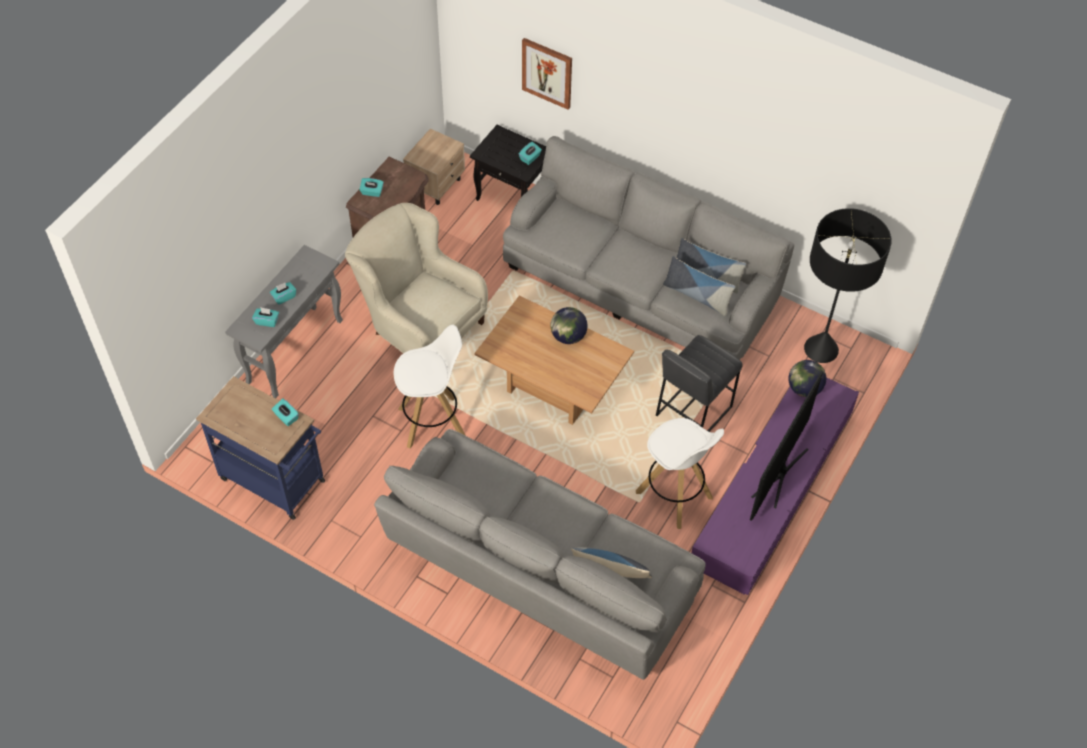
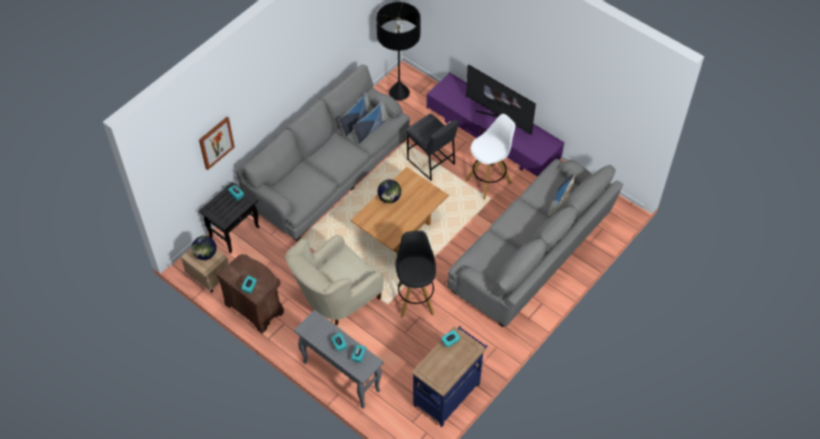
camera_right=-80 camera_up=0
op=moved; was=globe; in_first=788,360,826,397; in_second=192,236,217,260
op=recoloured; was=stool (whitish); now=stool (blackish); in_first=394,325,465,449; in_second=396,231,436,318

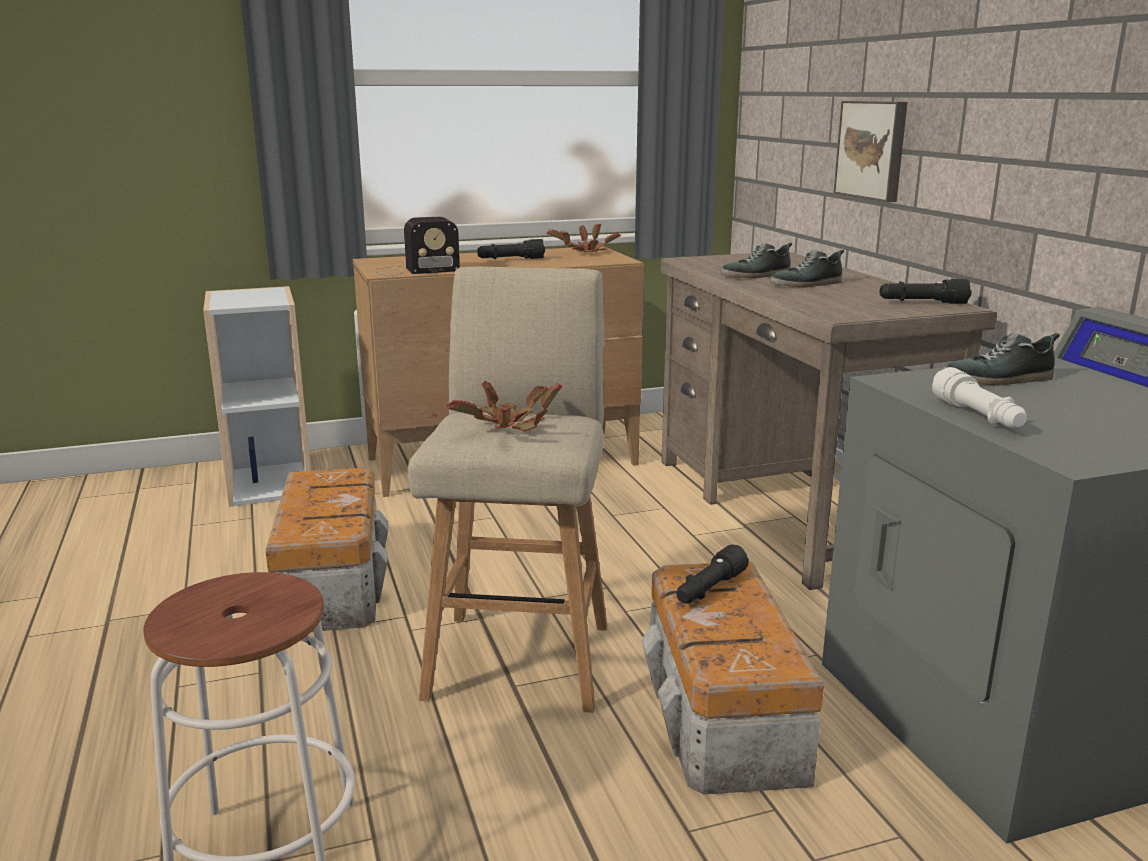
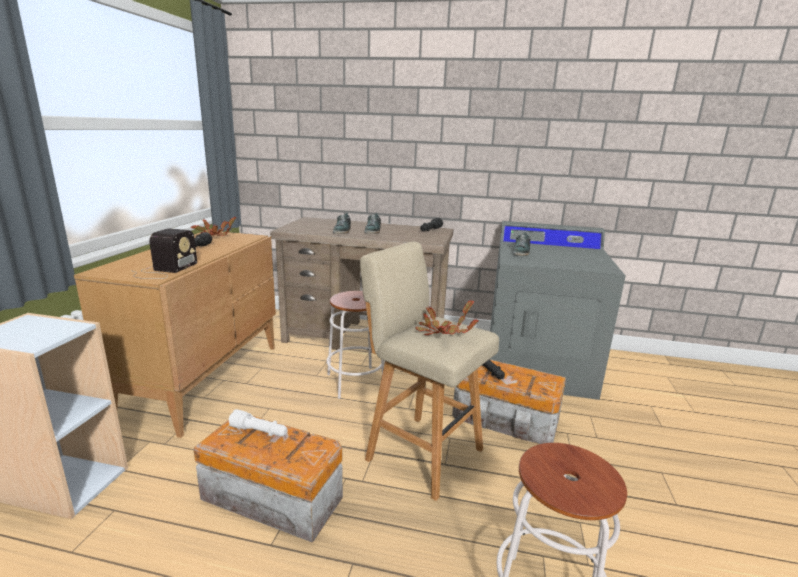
camera_right=-60 camera_up=0
op=removed; was=picture; in_first=834,101,907,202
op=added; now=stool (whitish); in_second=326,291,385,399
op=moved; was=flashlight (whitish); in_first=932,367,1027,429; in_second=229,409,288,436

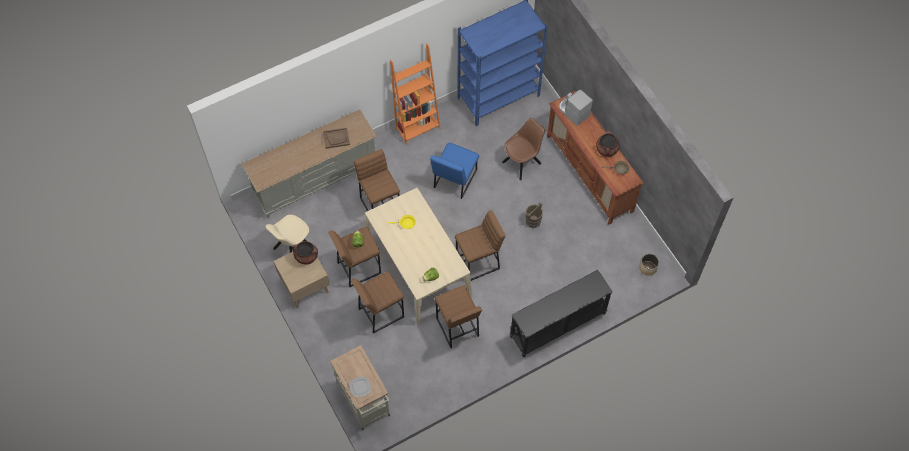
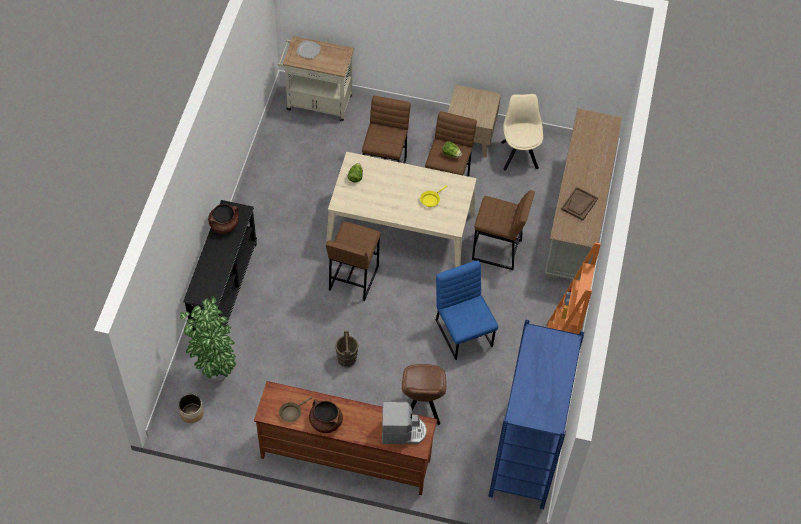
camera_right=130 camera_up=-5
op=removed; was=stool (brownish); in_first=435,286,482,348
op=added; now=houseplant; in_second=180,296,236,383
op=moved; was=stockpot (brownish); in_first=292,241,318,264; in_second=208,204,239,233

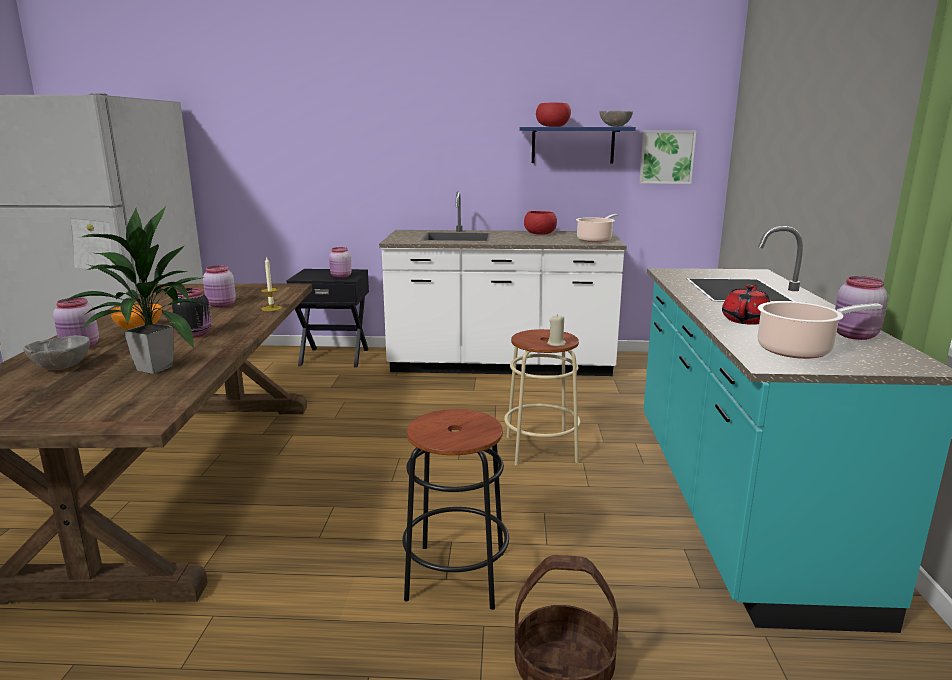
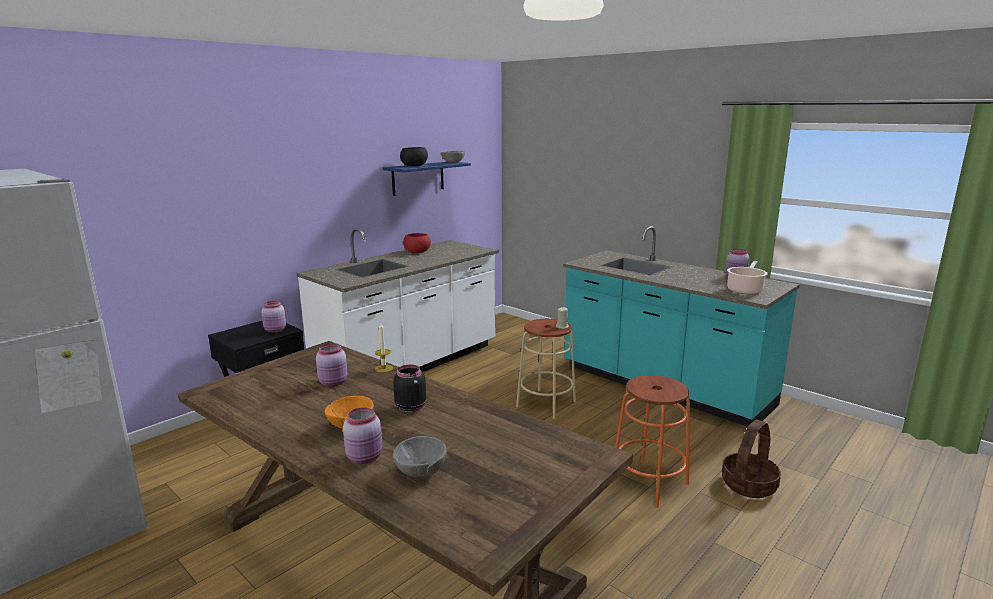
camera_right=-50 camera_up=0
op=removed; was=houseplant; in_first=63,206,205,374
op=removed; was=stockpot; in_first=576,214,618,242
op=removed; was=picture; in_first=639,131,696,184
op=removed; was=tea pot (red); in_first=722,285,770,325
op=recoloured; was=stool (blackish); now=stool (orange-coloured); in_first=402,409,509,610; in_second=612,375,690,508
op=recoloured; was=deep dish (red); now=deep dish (blackish); in_first=536,103,571,127; in_second=400,147,428,166

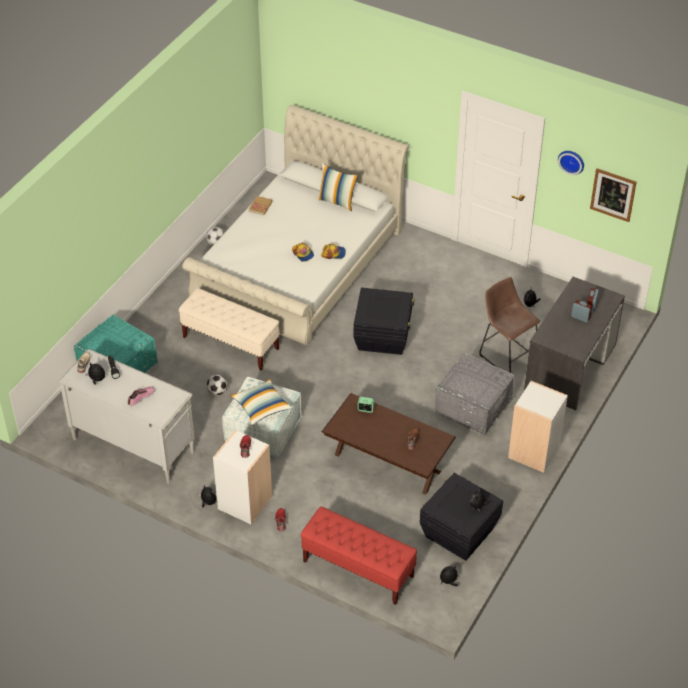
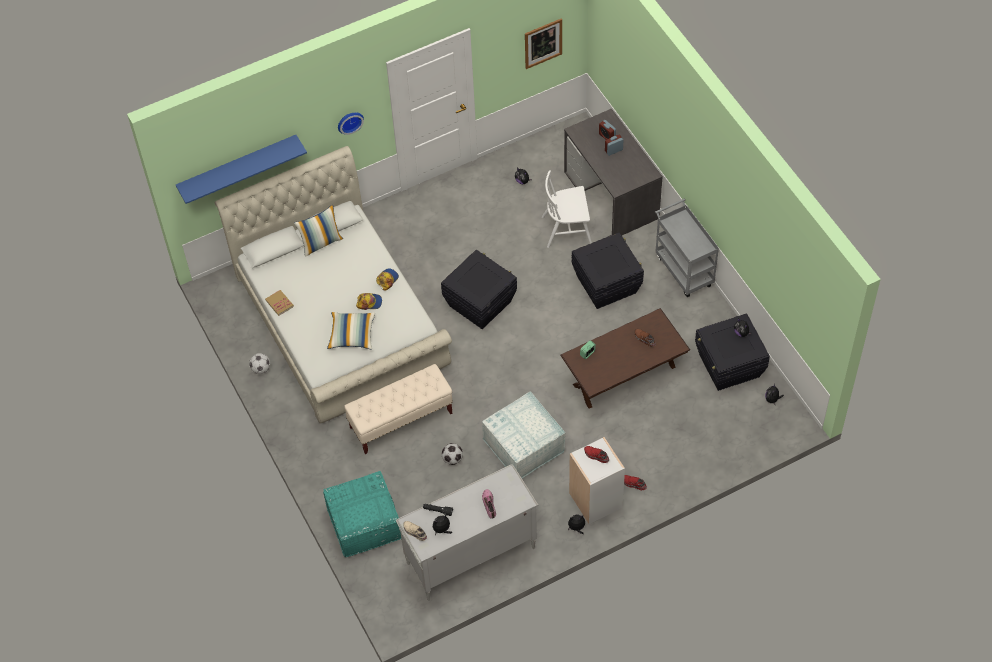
camera_right=-55 camera_up=10
op=removed; was=bench (red); in_first=301,506,417,605
op=added; now=bracket shelf (blue-coloured); in_second=176,135,307,204
op=moved; was=pillow; in_first=230,379,292,425; in_second=327,312,375,349
op=moved; was=hanging clock; in_first=558,151,584,175; in_second=338,113,364,135
op=replaced; was=pouffe (greyish); now=storage container (blackish); in_first=435,353,515,436; in_second=572,233,644,309
op=replaced; was=stool (brownish); now=plain chair (whitish); in_first=479,277,540,373; in_second=542,170,592,248
op=replaced; was=bookshelf; now=cart (greyish); in_first=508,381,568,473; in_second=655,198,719,297

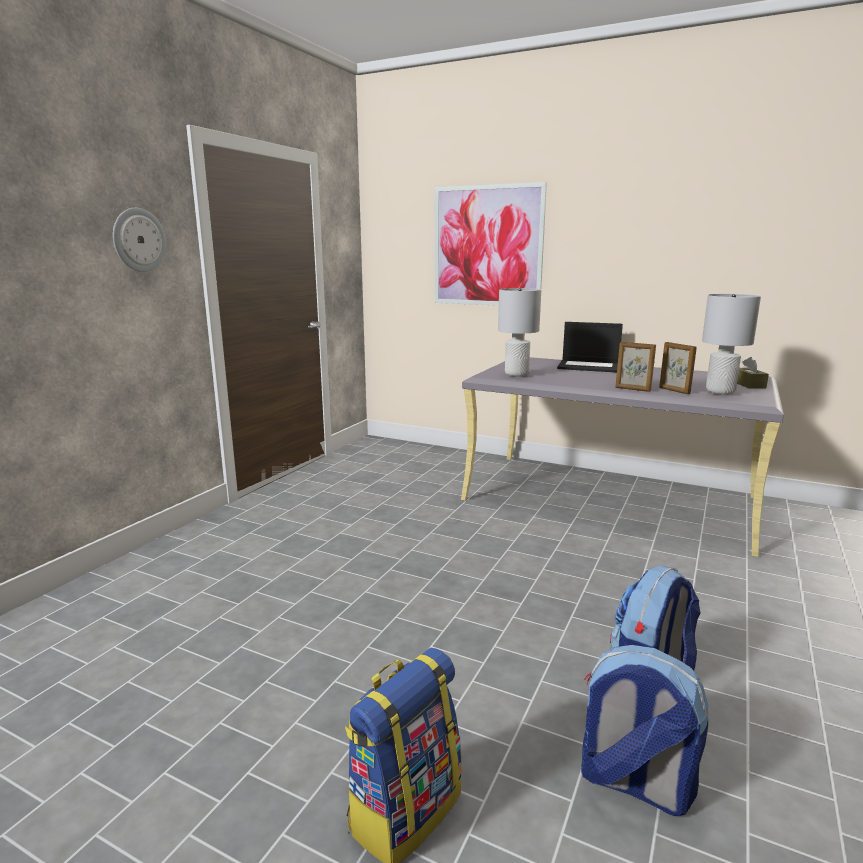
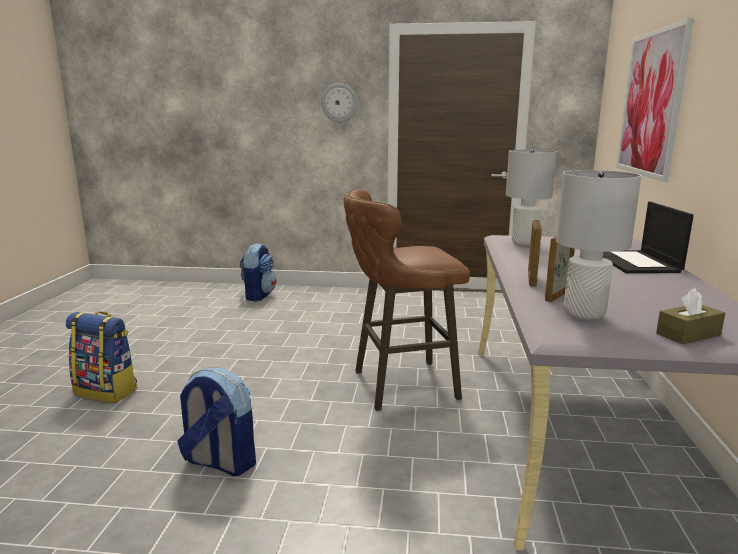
camera_right=70 camera_up=0
op=added; now=stool (brownish); in_second=344,188,470,411
op=moved; was=rucksack; in_first=581,645,708,816; in_second=240,243,277,301

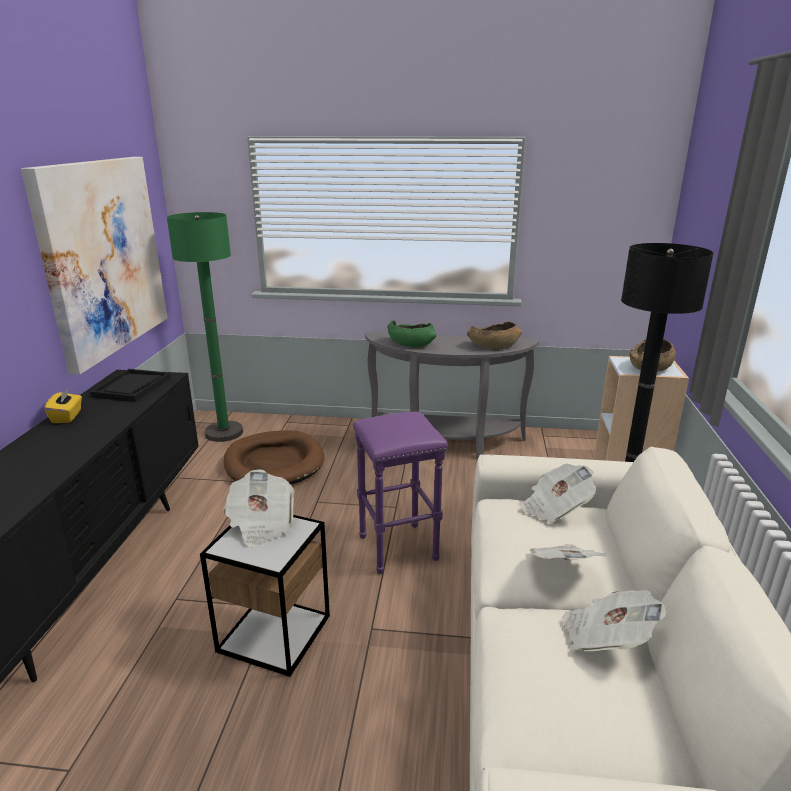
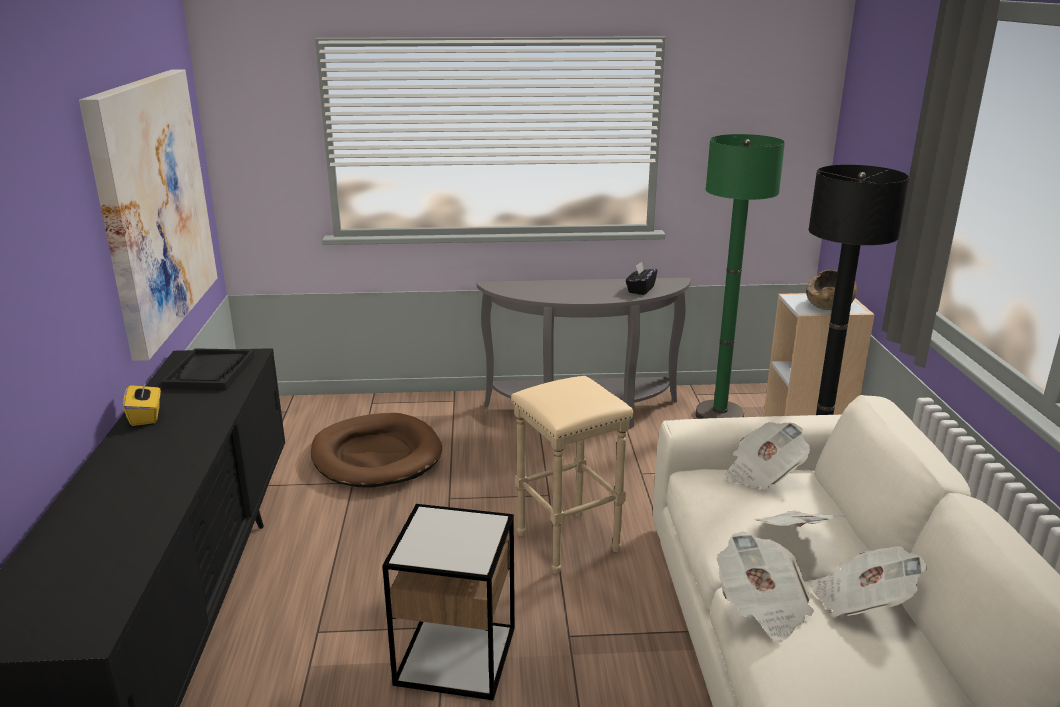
camera_right=-10 camera_up=0
op=removed; was=deep dish (greenish); in_first=387,320,436,347
op=moved; was=floor lamp (greenish); in_first=167,212,243,442; in_second=695,134,785,419
op=moved; was=newspaper; in_first=224,469,294,547; in_second=717,532,814,642
op=replaced; was=deep dish (brownish); now=tissue holder (blackish); in_first=467,321,522,349; in_second=626,262,657,295
op=recoloured; was=stool (purplish); now=stool (sand-coloured); in_first=353,412,448,574; in_second=511,376,633,574

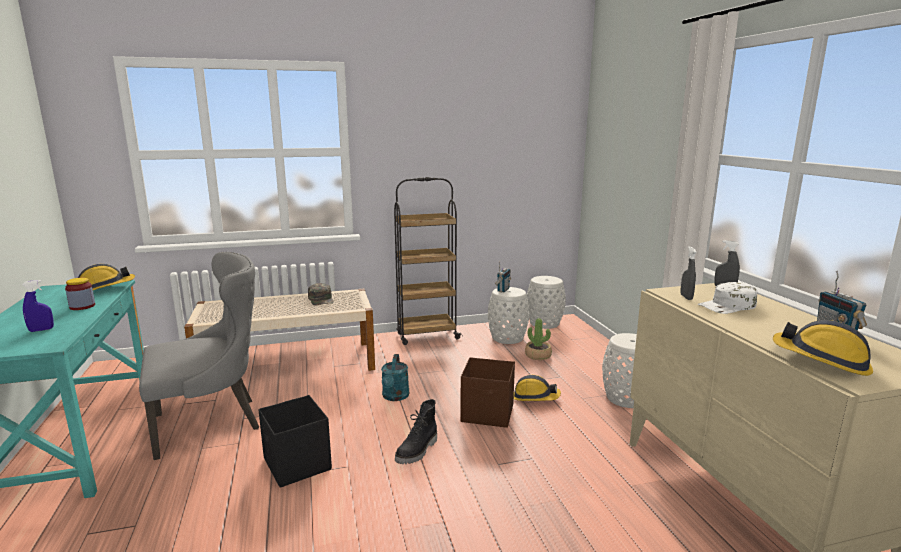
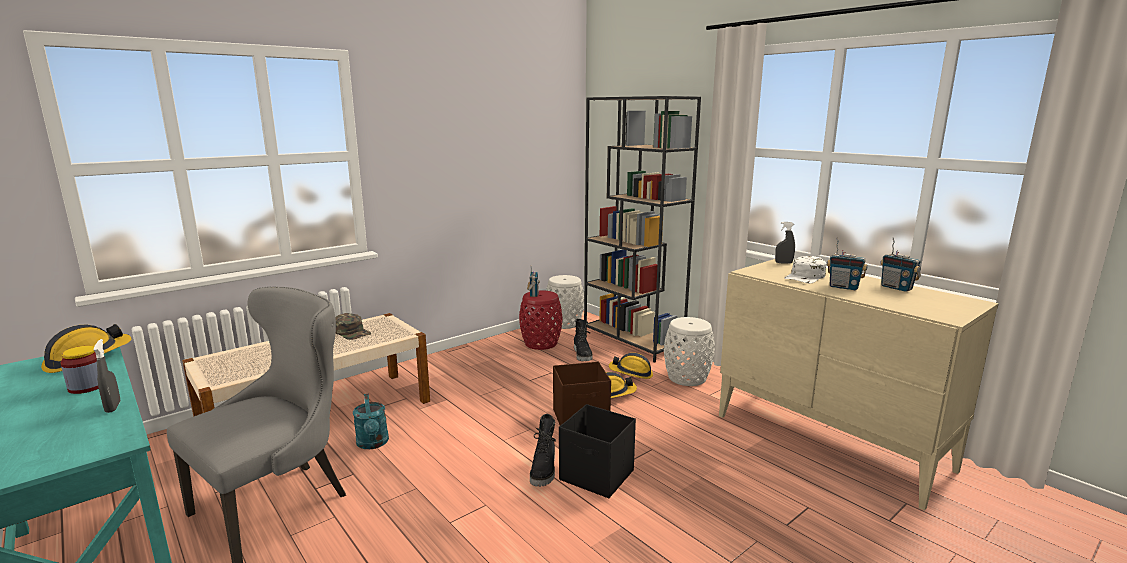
camera_right=-25 camera_up=0
op=removed; was=hand sprayer (blue-coloured); in_first=22,280,54,332
op=removed; was=cart (brownish); in_first=394,177,462,345
op=added; now=bookshelf; in_second=584,96,701,363
op=added; now=radio set; in_second=827,237,868,290
op=moved; was=storage container (blackish); in_first=258,395,332,488; in_second=559,404,636,498
op=moved; was=sprinkling can (blue-green); in_first=381,354,409,401; in_second=353,393,389,449
op=moved; was=hand sprayer (greyish); in_first=680,246,697,300; in_second=93,339,120,413
op=moved; was=hard hat; in_first=773,320,873,376; in_second=609,353,653,379
op=replaced; was=houseplant; now=high-top boot (blackish); in_first=525,318,552,360; in_second=574,319,593,361
op=recoloured; was=stool (whitish); now=stool (red); in_first=488,287,529,344; in_second=519,290,563,350

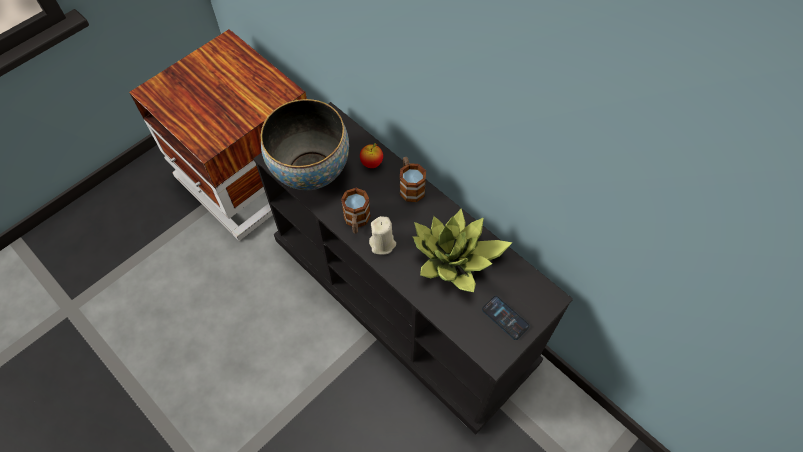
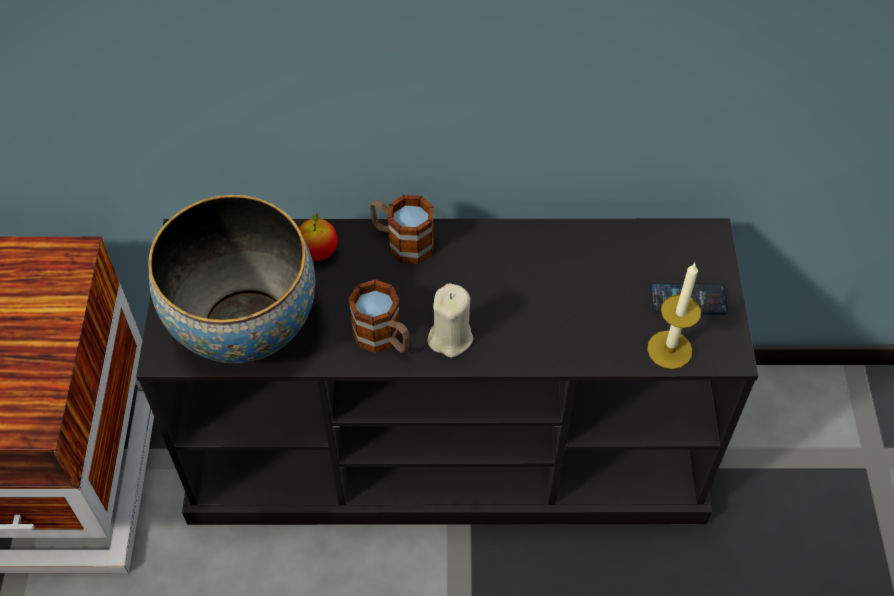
camera_right=-45 camera_up=-5
op=removed; was=houseplant; in_first=412,209,513,292
op=added; now=wax candle; in_second=647,263,701,369

